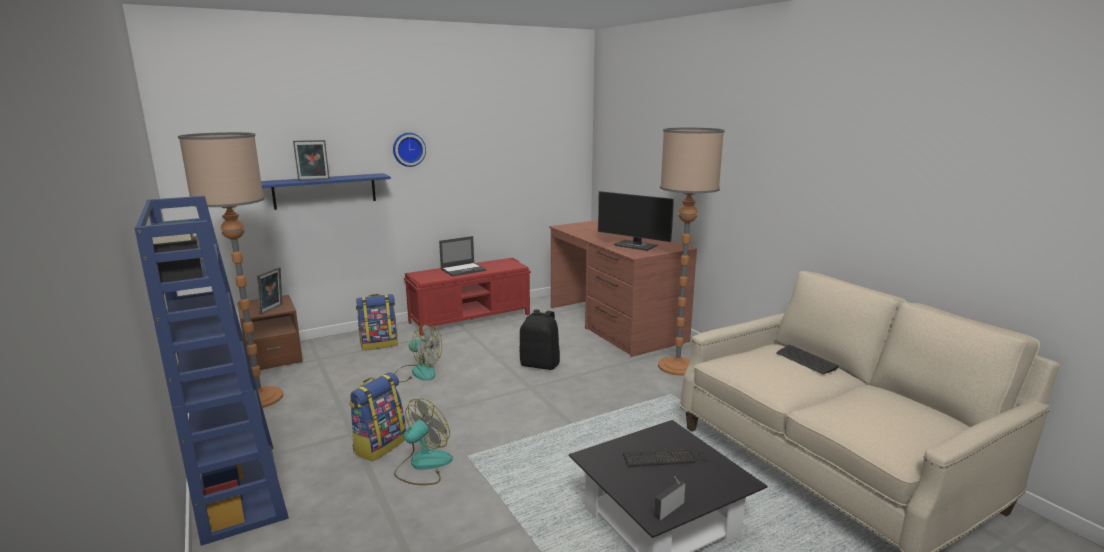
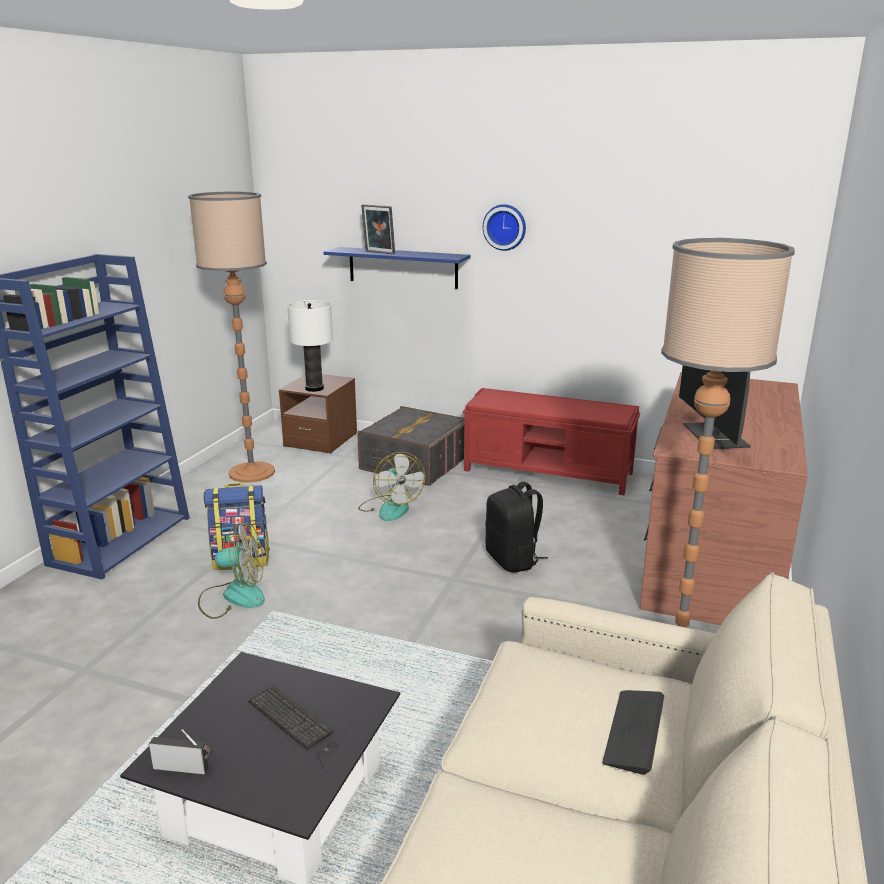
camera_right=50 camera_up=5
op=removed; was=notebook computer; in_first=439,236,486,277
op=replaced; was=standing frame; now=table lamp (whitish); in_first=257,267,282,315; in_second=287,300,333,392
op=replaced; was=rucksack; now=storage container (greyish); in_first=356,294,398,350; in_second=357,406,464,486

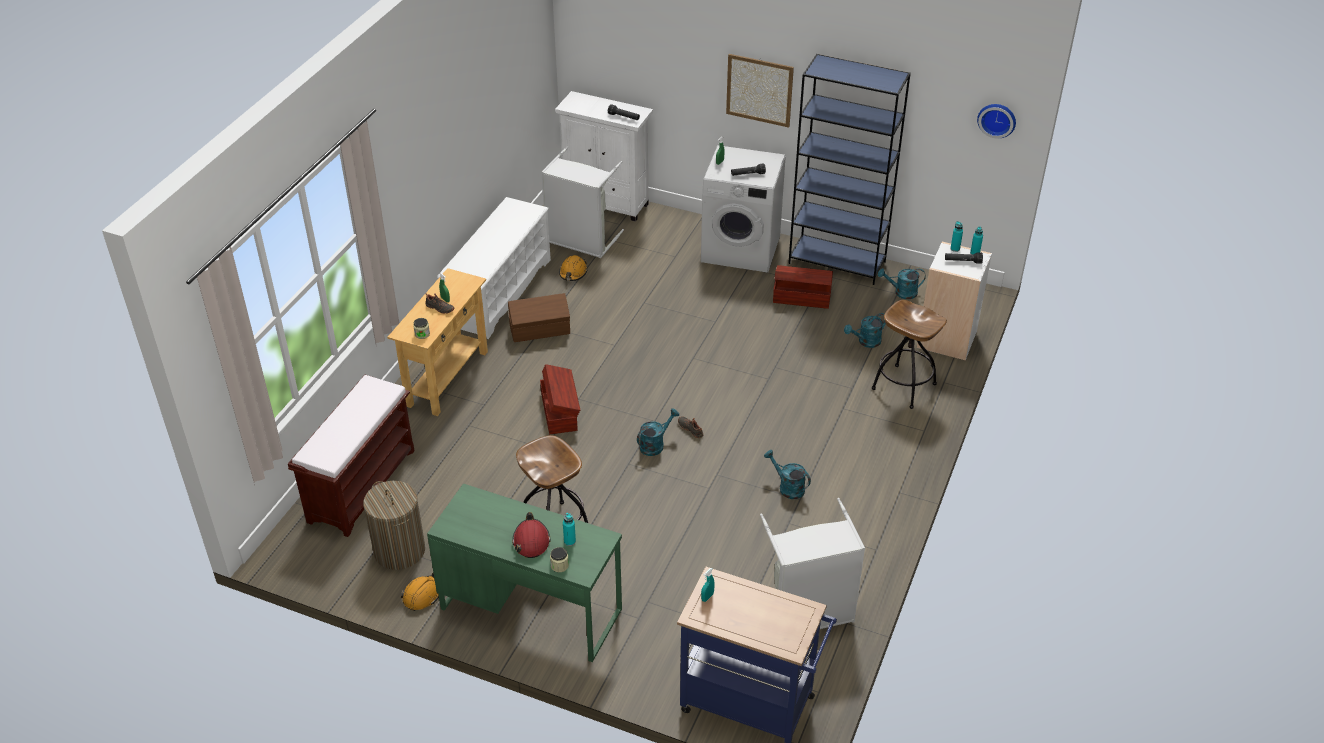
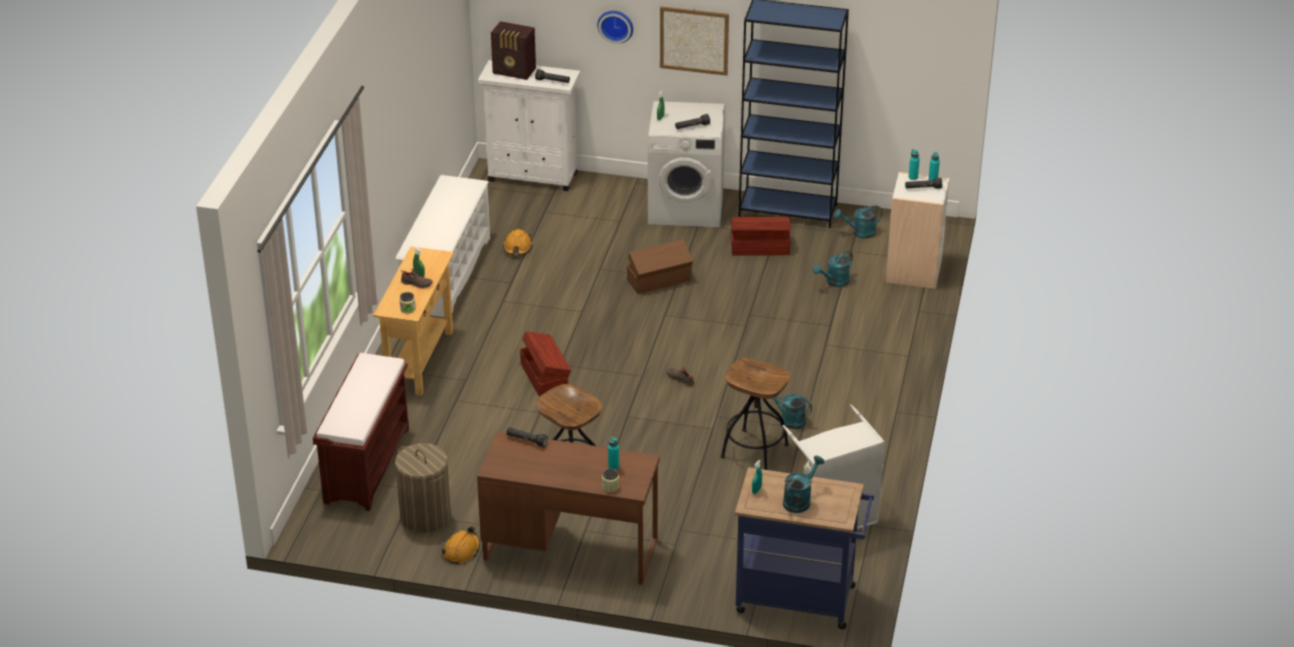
camera_right=-10 camera_up=-5
op=removed; was=hard hat (red); in_first=512,512,550,558
op=removed; was=laundry basket (greyish); in_first=541,146,624,258
op=added; now=radio set; in_second=491,21,536,80
op=added; now=flashlight (blackish); in_second=506,427,548,447
op=moved; was=storage container (brownish); in_first=508,293,570,342; in_second=627,239,693,294
op=moved; was=sprinkling can (blue-green); in_first=637,408,679,456; in_second=783,455,824,513
op=moved; was=stool (brownish); in_first=872,300,947,409; in_second=721,358,791,470
op=moved; was=hanging clock; in_first=977,104,1016,138; in_second=597,11,633,44
op=recoloured; was=desk table (greenish); now=desk table (brownish); in_first=427,483,622,662; in_second=477,432,660,585

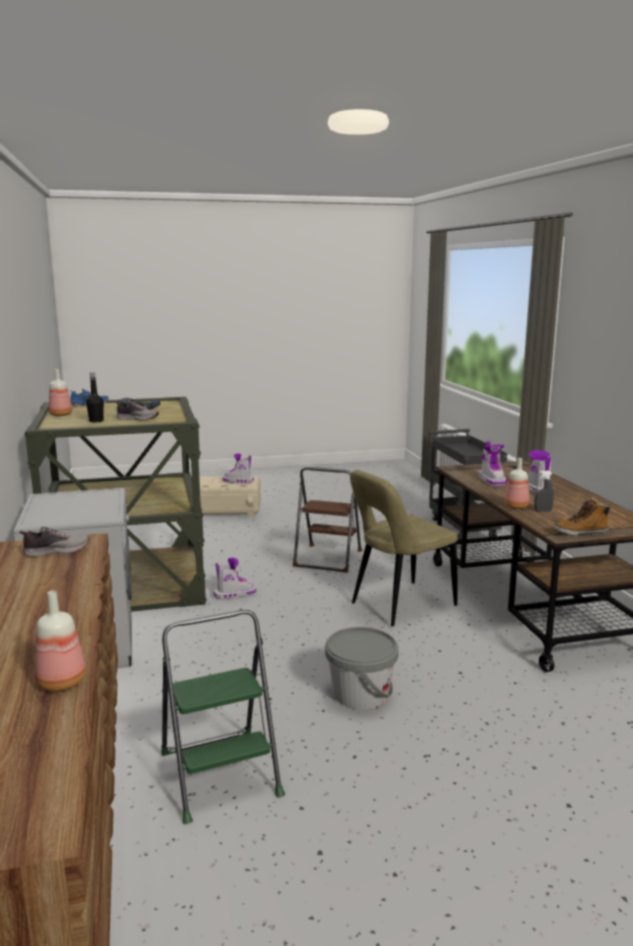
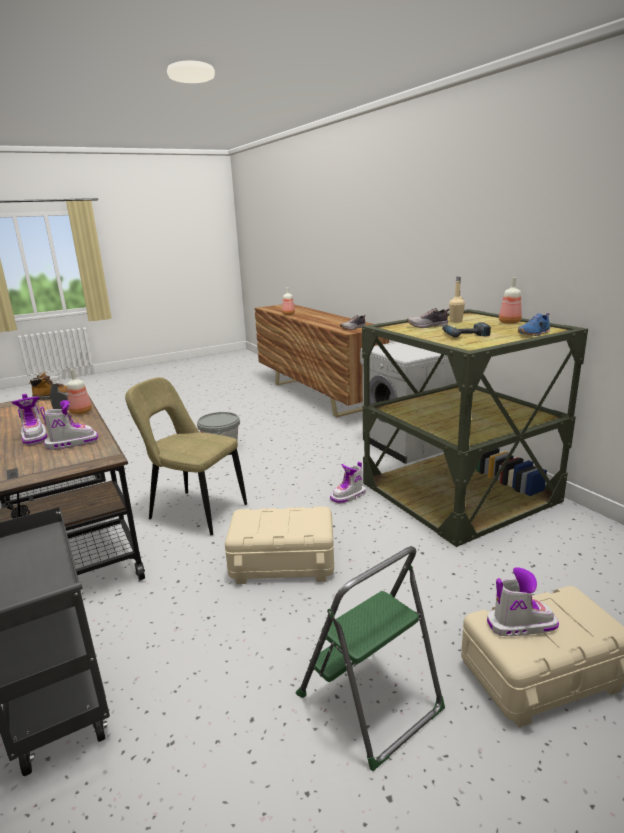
camera_right=165 camera_up=5
op=moved; was=stepladder (greenish); in_first=161,610,285,824; in_second=296,546,445,771
op=replaced; was=stepladder (brownish); now=storage container (sand-coloured); in_first=293,467,363,573; in_second=225,507,334,584
op=recoloured; was=bottle (blackish); now=bottle (sand-coloured); in_first=86,373,104,422; in_second=449,277,465,323
op=turned; was=plain chair (sand-coloured); in_first=350,470,458,626; in_second=125,377,247,535; clockwise=-105
op=turned; was=high-top boot; in_first=478,442,507,486; in_second=40,400,98,450; clockwise=90

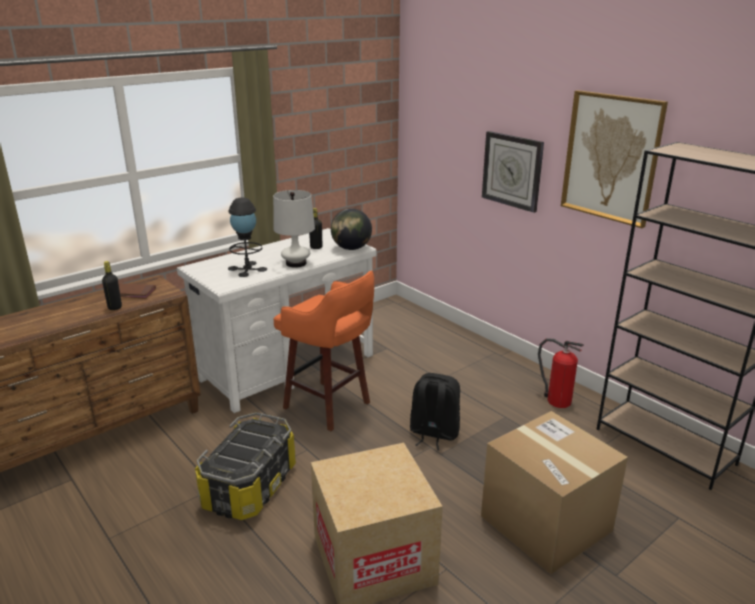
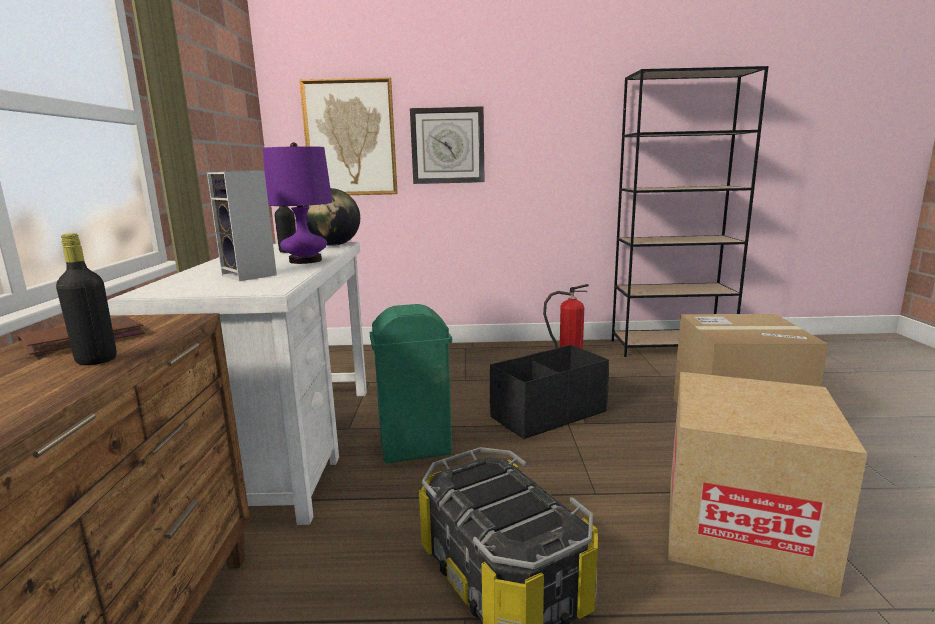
camera_right=-50 camera_up=-10
op=moved; was=picture; in_first=561,90,668,228; in_second=299,78,398,195
op=replaced; was=table lamp (blackish); now=speaker; in_first=228,198,267,277; in_second=207,171,277,281
op=replaced; was=stool (orange-coloured); now=rubbish bin (greenish); in_first=274,271,374,431; in_second=370,304,452,463
op=replaced; was=rucksack (blackish); now=storage container (blackish); in_first=410,373,460,451; in_second=490,345,609,439
op=recoloured; was=table lamp (whitish); now=table lamp (purplish); in_first=273,190,315,268; in_second=263,142,332,264

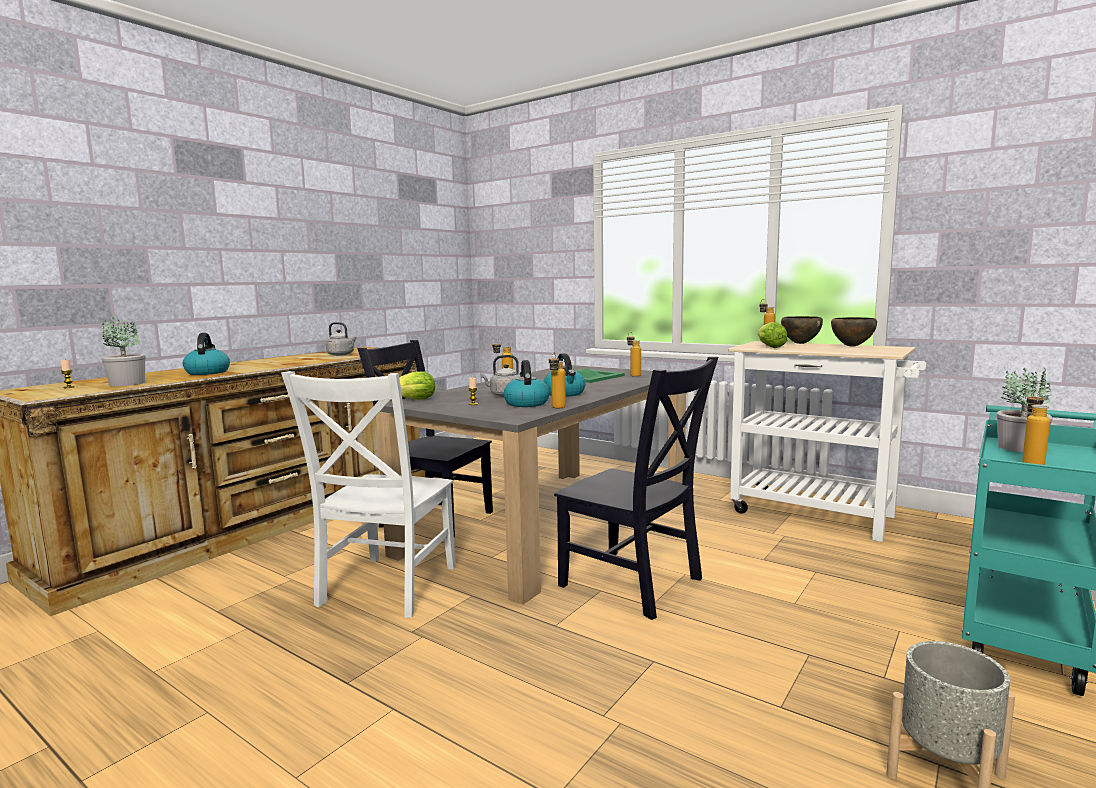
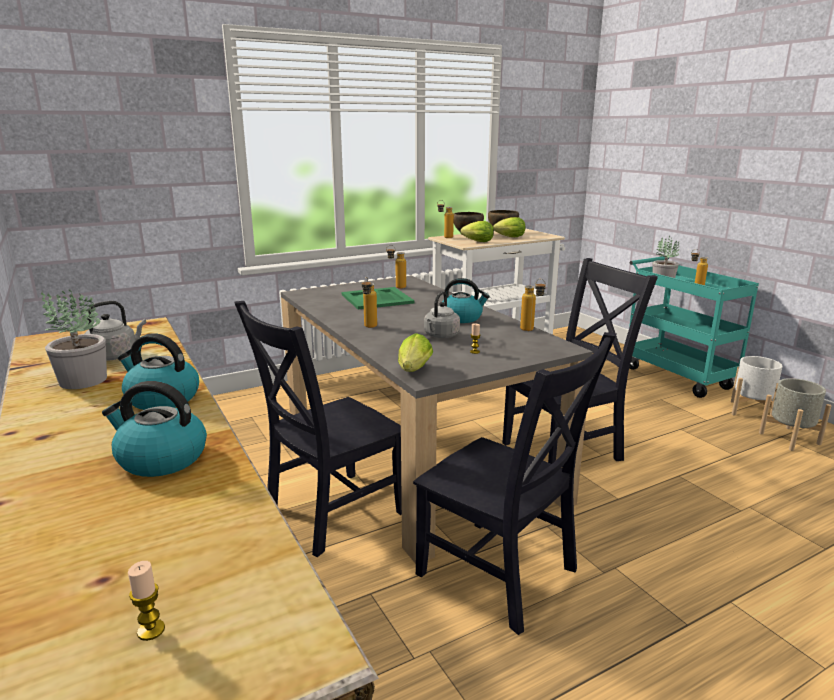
camera_right=-65 camera_up=10
op=added; now=lettuce head; in_second=493,217,525,237
op=added; now=flower pot (whitish); in_second=731,356,783,416
op=moved; was=houseplant; in_first=102,317,145,386; in_second=41,289,107,389
op=moved; was=kettle; in_first=504,360,550,407; in_second=118,333,199,410
op=recoloured; was=plain chair (whitish); now=plain chair (blackish); in_first=281,371,456,618; in_second=413,332,617,635

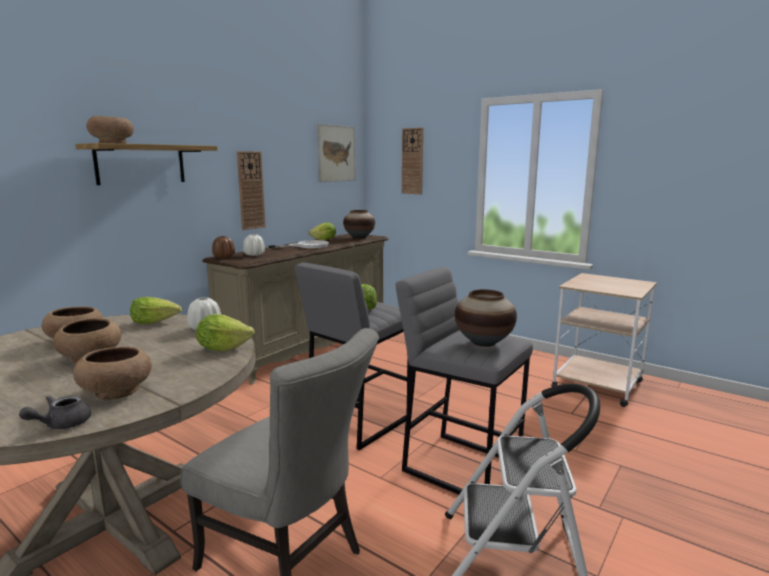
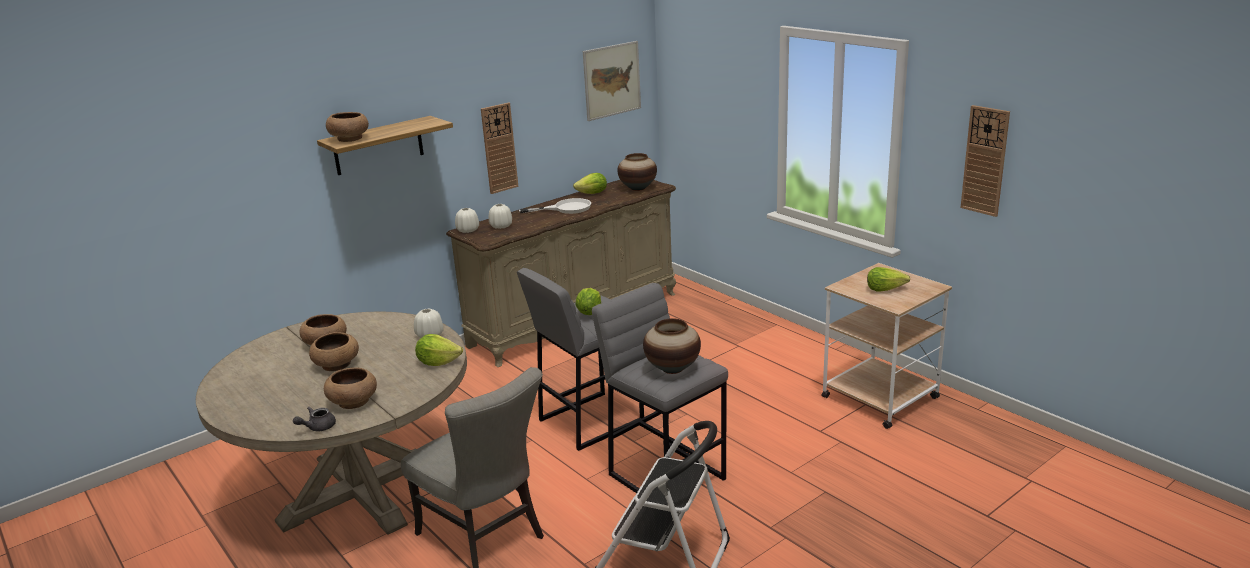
camera_right=15 camera_up=10
op=moved; was=lettuce head; in_first=130,297,181,324; in_second=867,267,910,291
op=moved; was=hanging clock; in_first=402,128,423,194; in_second=961,105,1010,217
op=recoloured; was=flower vase (brownish); now=flower vase (whitish); in_first=212,236,235,258; in_second=455,208,479,233

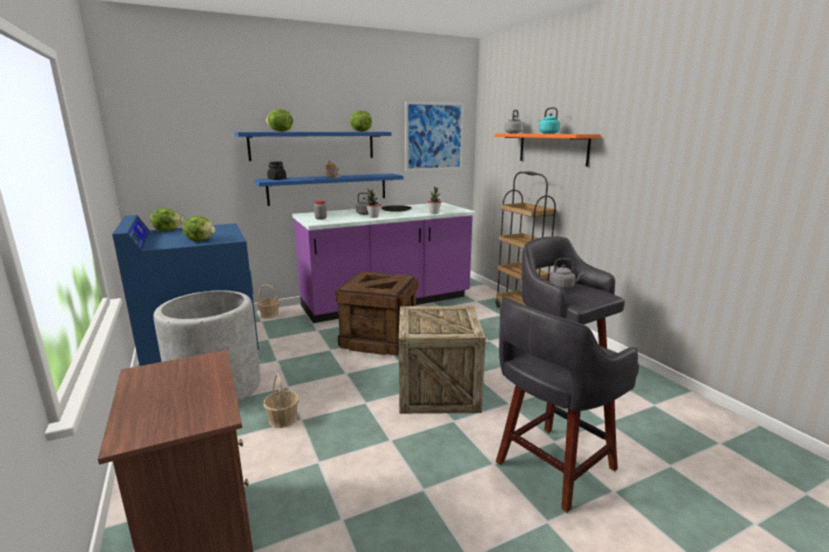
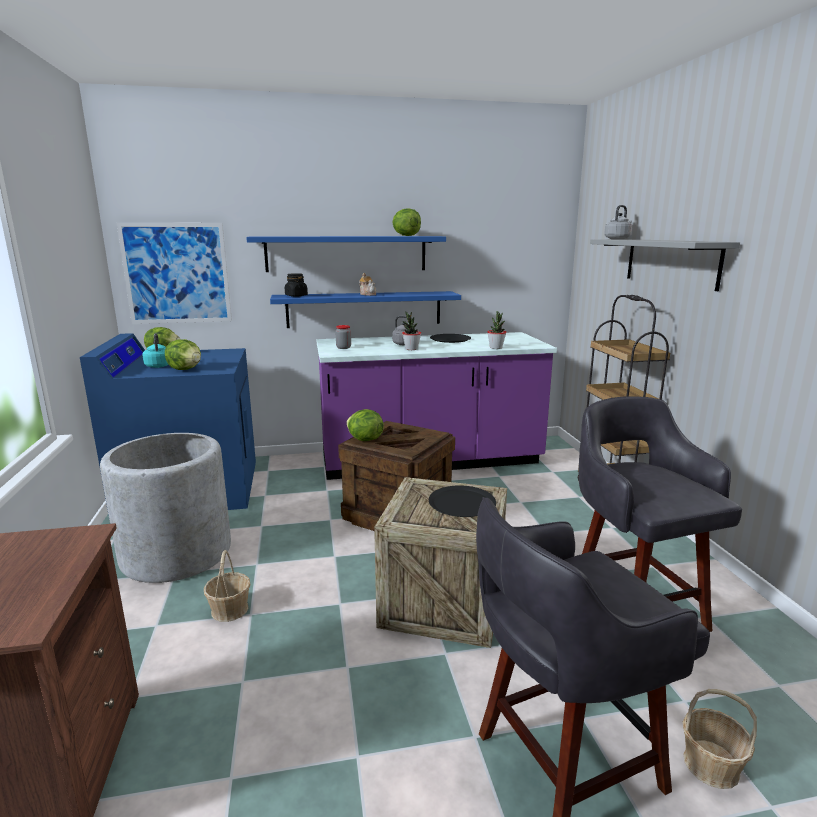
camera_right=15 camera_up=0
op=removed; was=kettle (greyish); in_first=549,258,584,289
op=added; now=dinner plate (blackish); in_second=429,485,496,517
op=moved; was=storage basket; in_first=257,285,280,319; in_second=683,689,757,789
op=moved; was=lettuce head; in_first=266,109,293,132; in_second=346,409,384,441
op=moved; was=picture; in_first=405,101,464,171; in_second=117,223,232,324
op=moved; was=kettle (blue-green); in_first=538,107,560,134; in_second=142,333,169,368
op=recoloured; was=bracket shelf (orange-coloured); now=bracket shelf (greyish); in_first=495,133,601,167; in_second=590,239,740,291

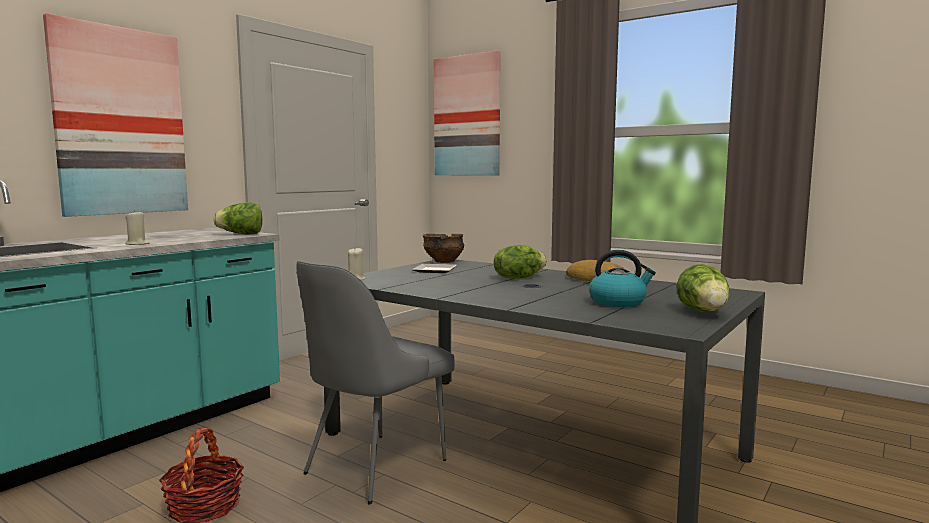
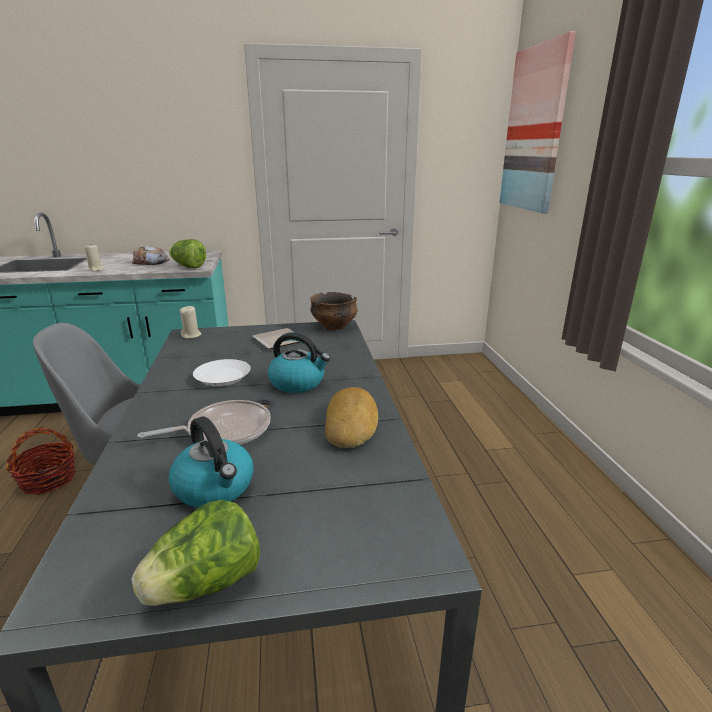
camera_right=45 camera_up=15
op=removed; was=picture; in_first=43,13,188,217
op=added; now=bakery bread; in_second=132,246,170,265
op=added; now=pan; in_second=137,400,271,445
op=added; now=dinner plate (whitish); in_second=193,359,251,386
op=replaced; was=lettuce head; now=kettle; in_first=494,245,547,279; in_second=268,332,330,393

